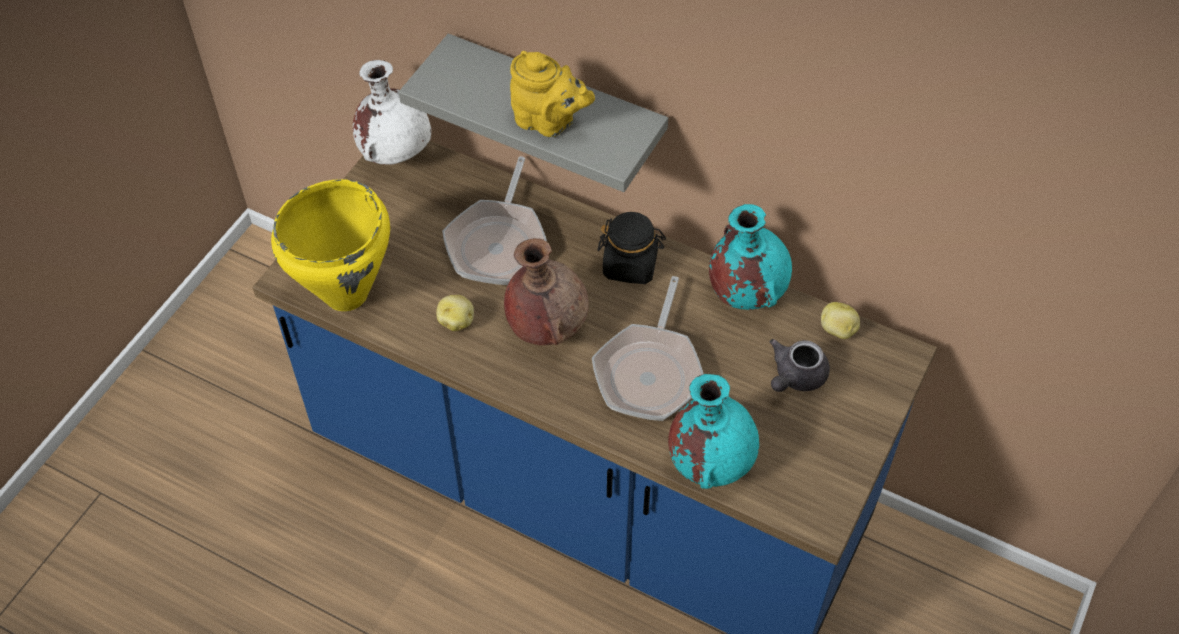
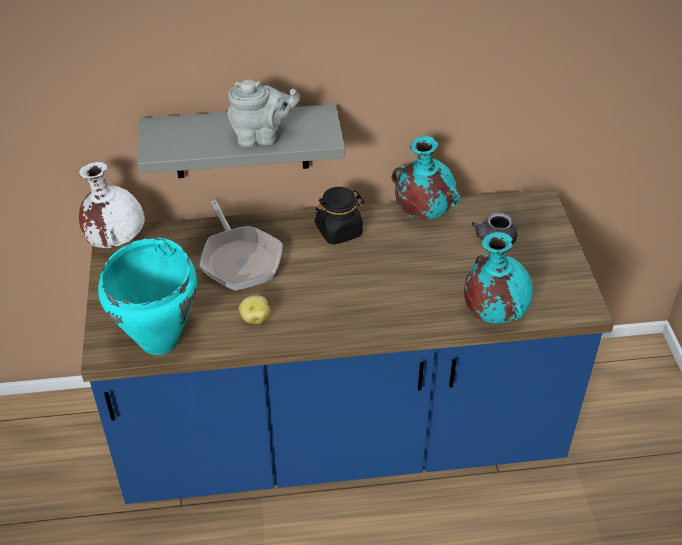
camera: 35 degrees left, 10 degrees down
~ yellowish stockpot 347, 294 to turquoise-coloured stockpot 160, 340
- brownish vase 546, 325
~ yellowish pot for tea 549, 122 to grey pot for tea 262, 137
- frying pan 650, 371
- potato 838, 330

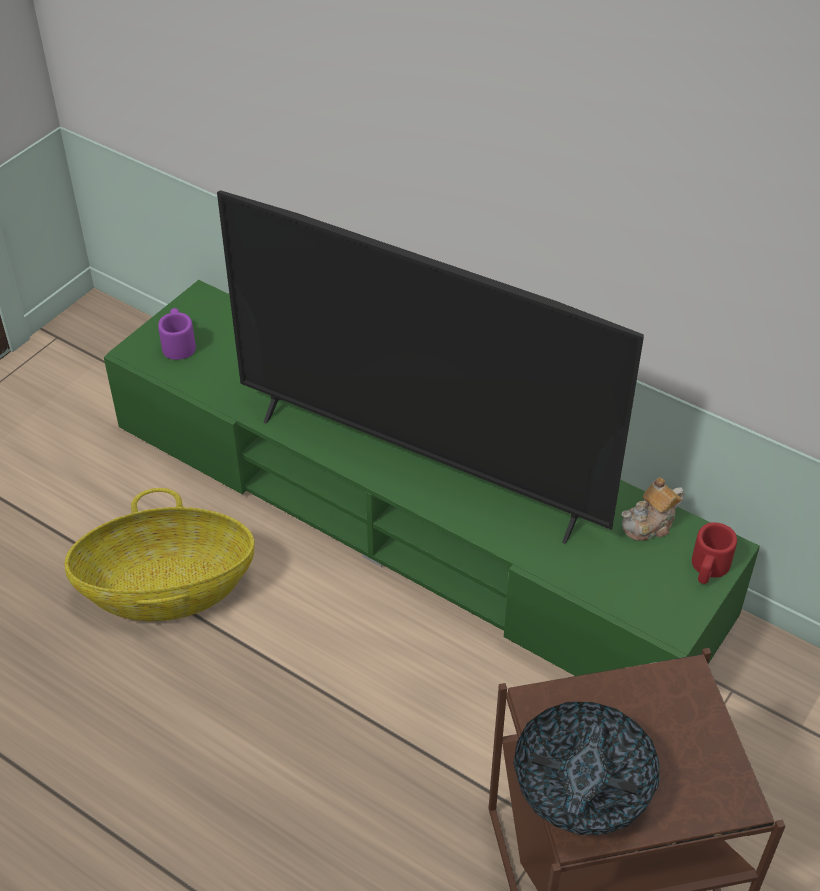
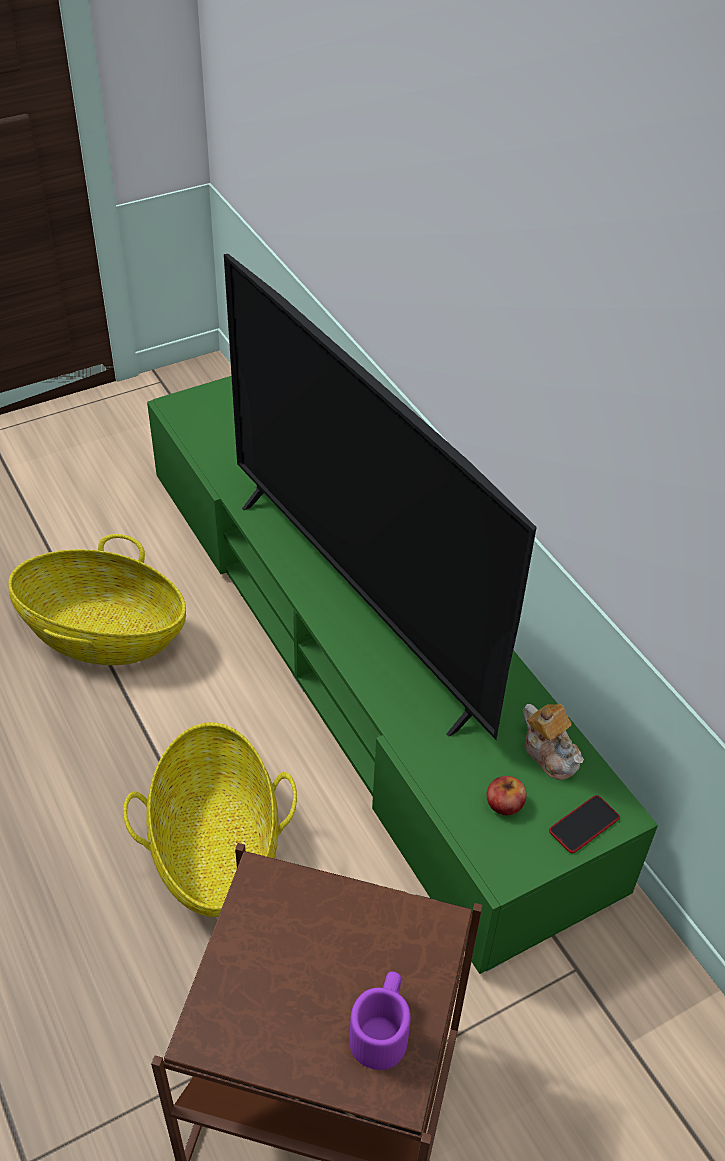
camera: 25 degrees right, 0 degrees up
~ purplish coffee mug 178, 344 to 382, 1029
- serving bowl 582, 789
~ pot for tea 650, 525 = 550, 753 120 degrees counterclockwise
~ red coffee mug 708, 568 to phone 584, 825
+ household basket 215, 846
+ apple 504, 803

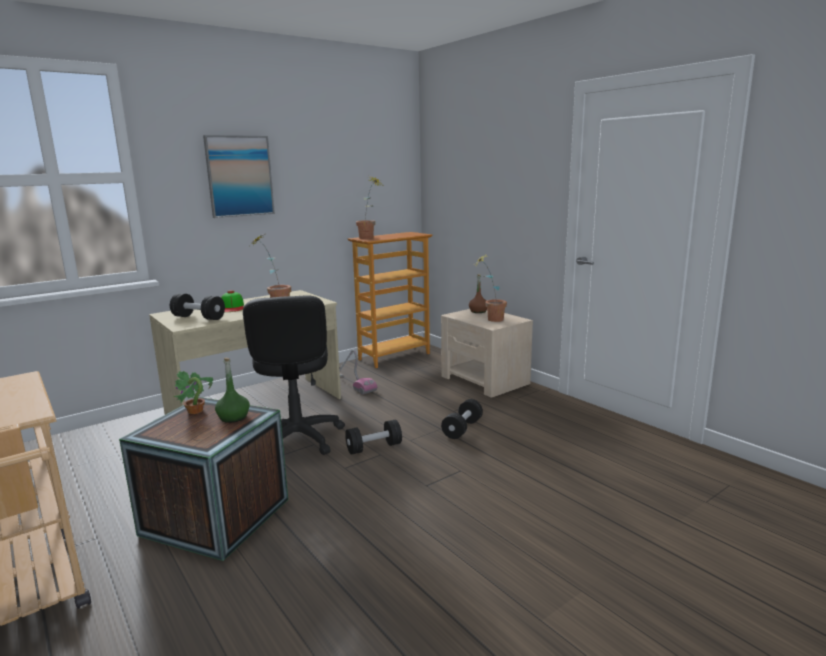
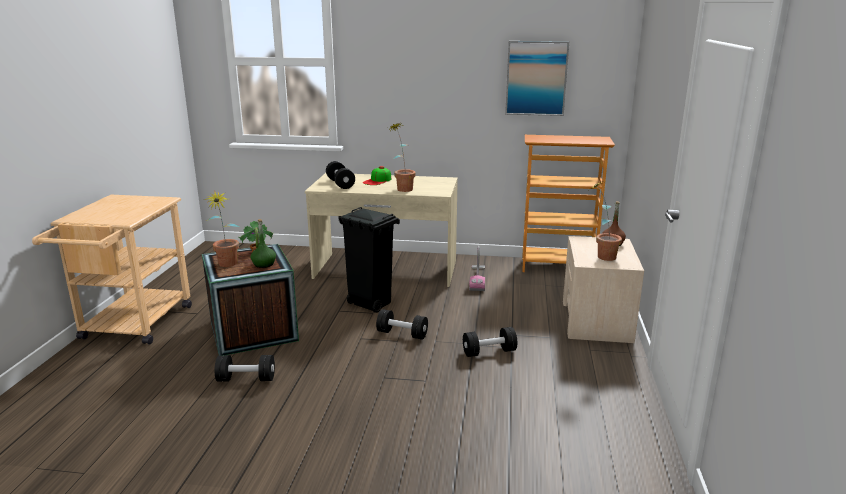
camera: 45 degrees right, 5 degrees up
~ picture 239, 176 to 536, 78
~ blackish computer chair 296, 438 to blackish waste bin 370, 304
~ plant in a pot 369, 238 to 226, 265
+ blackish free weight 246, 379

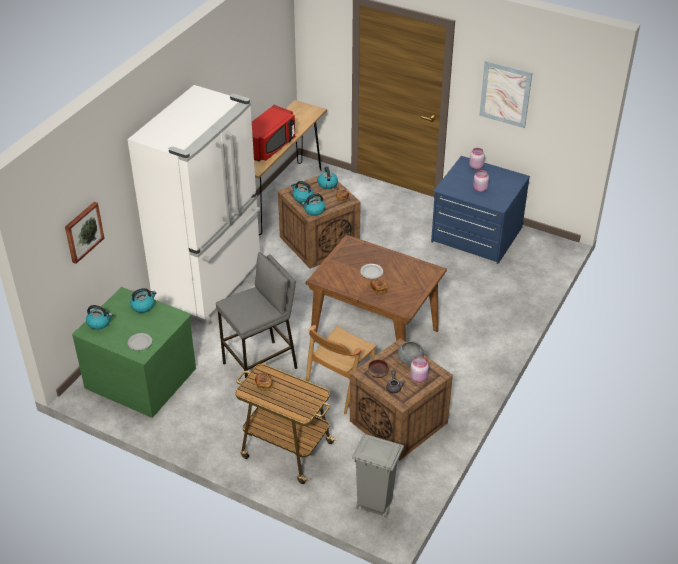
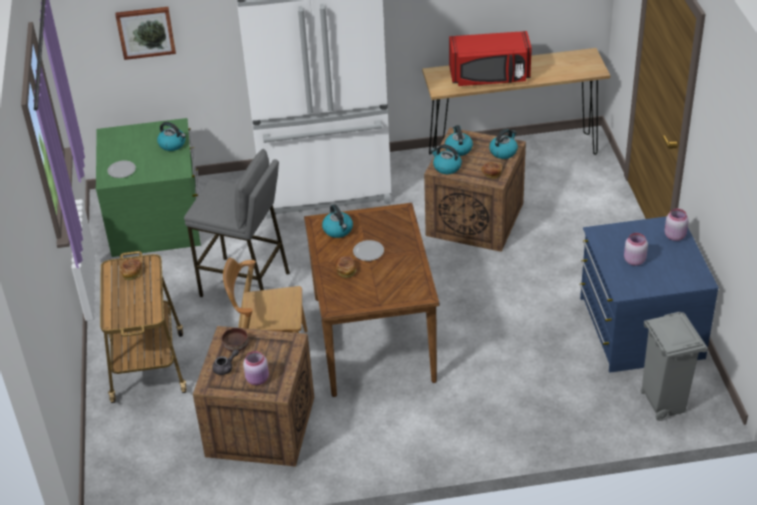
camera: 55 degrees right, 0 degrees up
~ kettle 99, 323 to 338, 230
~ grey waste bin 374, 504 to 663, 404
- grey serving bowl 410, 360
- picture 505, 94

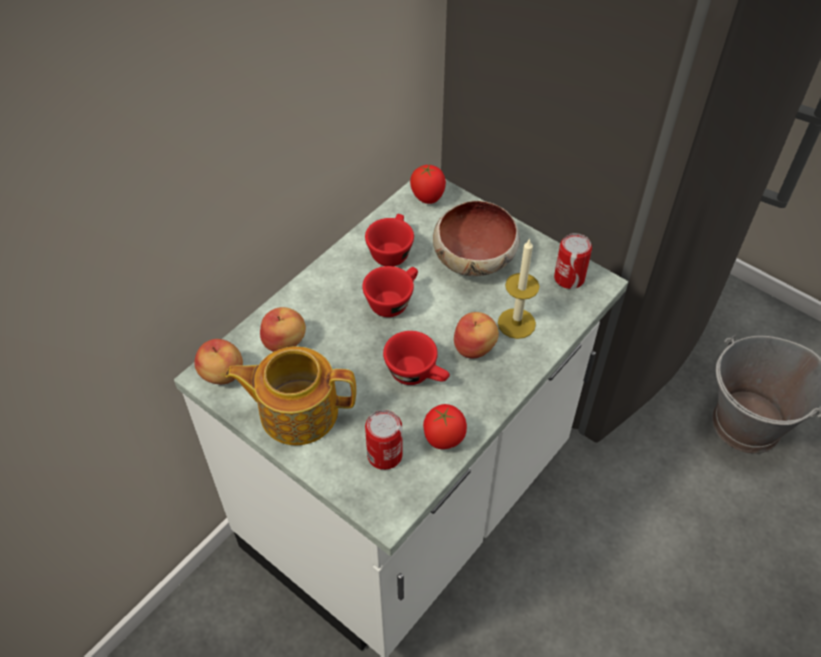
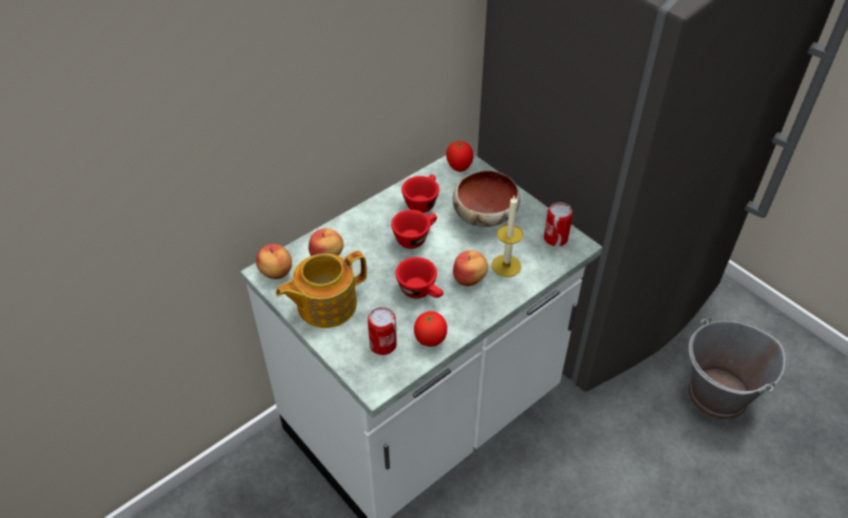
camera: 10 degrees right, 5 degrees down
~ pot for tea 297, 410 = 325, 305 45 degrees counterclockwise

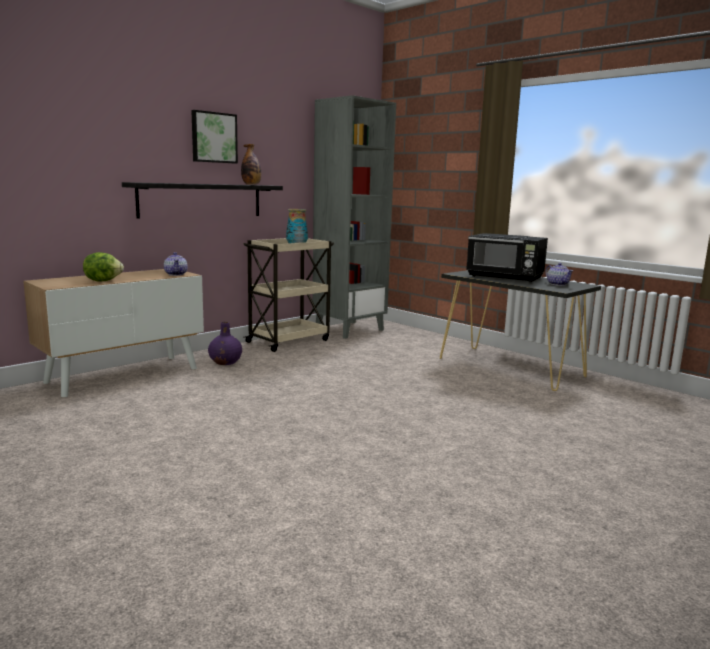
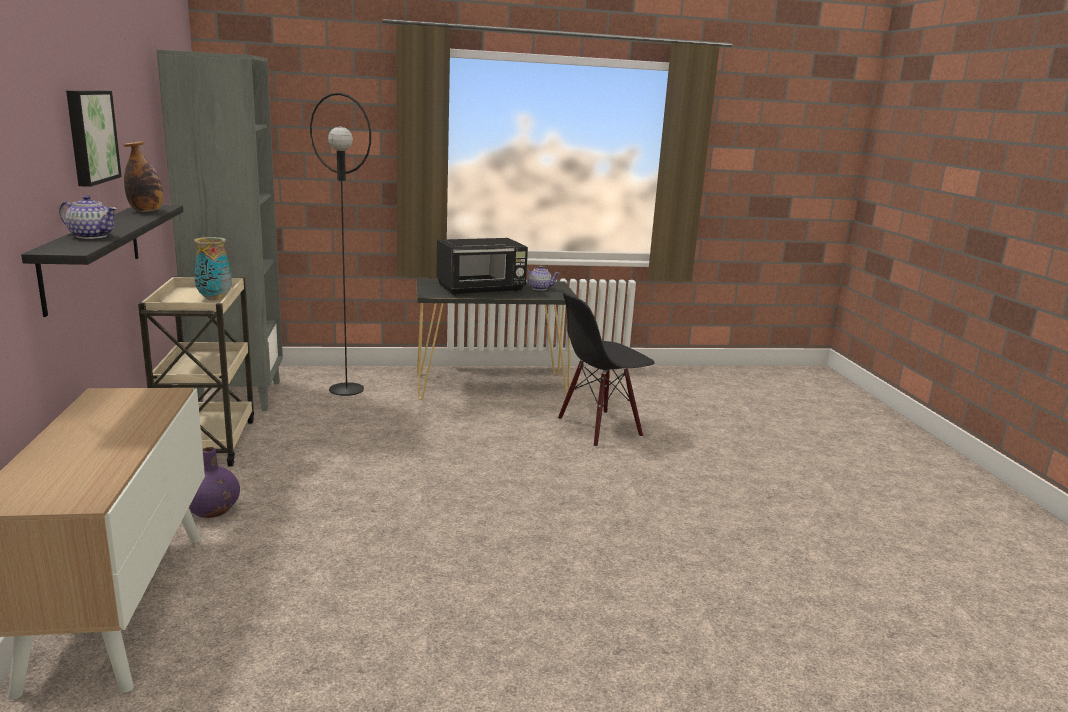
camera: 55 degrees left, 5 degrees up
- head of lettuce 103, 281
~ pot for tea 176, 274 to 91, 236
+ blackish standard lamp 346, 389
+ blackish upright chair 599, 428

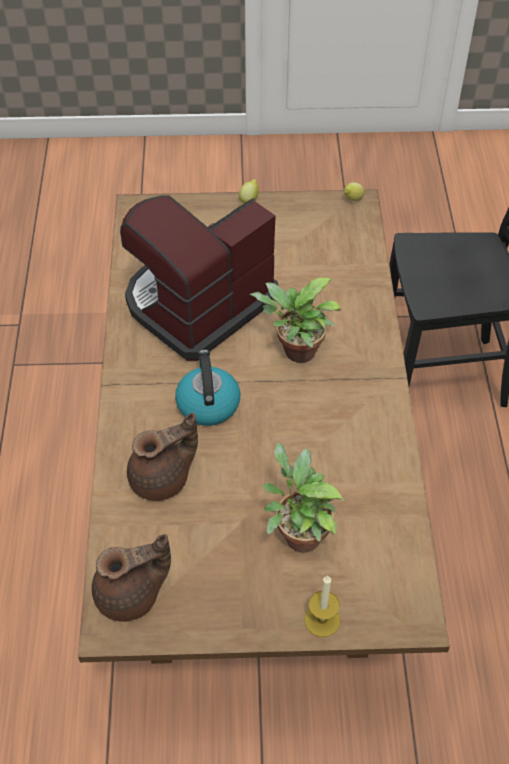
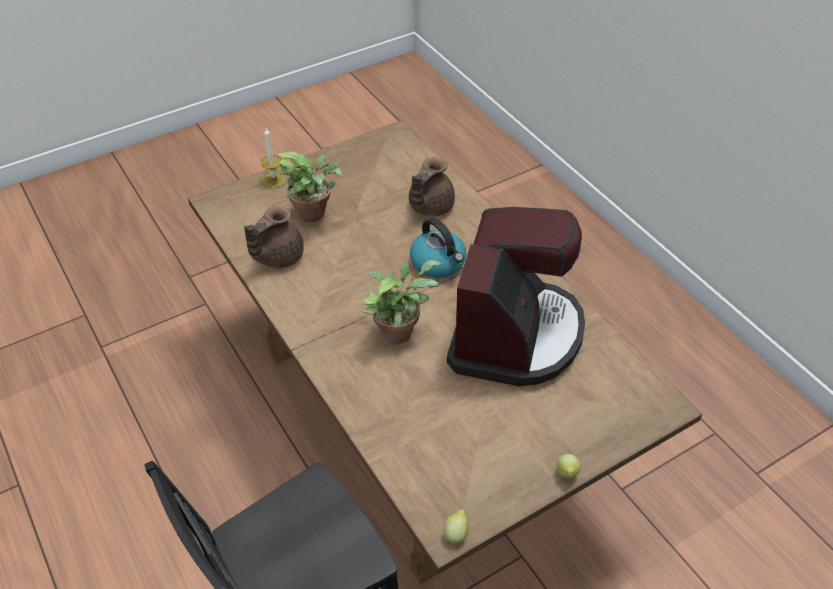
camera: 150 degrees right, 5 degrees down
~ brownish pot for tea 131, 595 to 277, 257

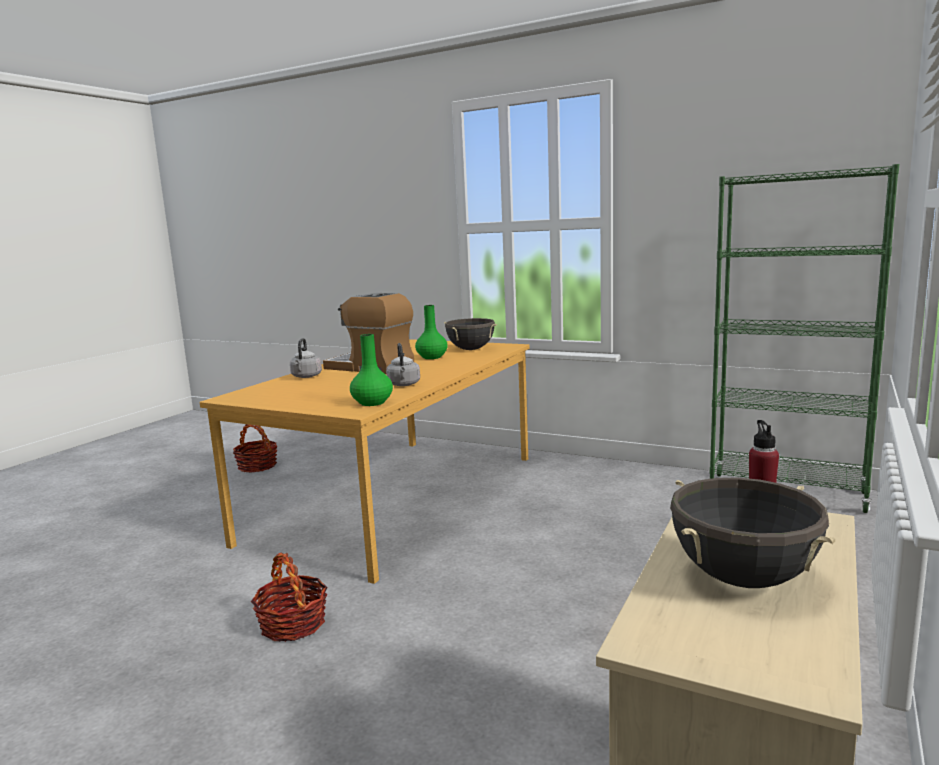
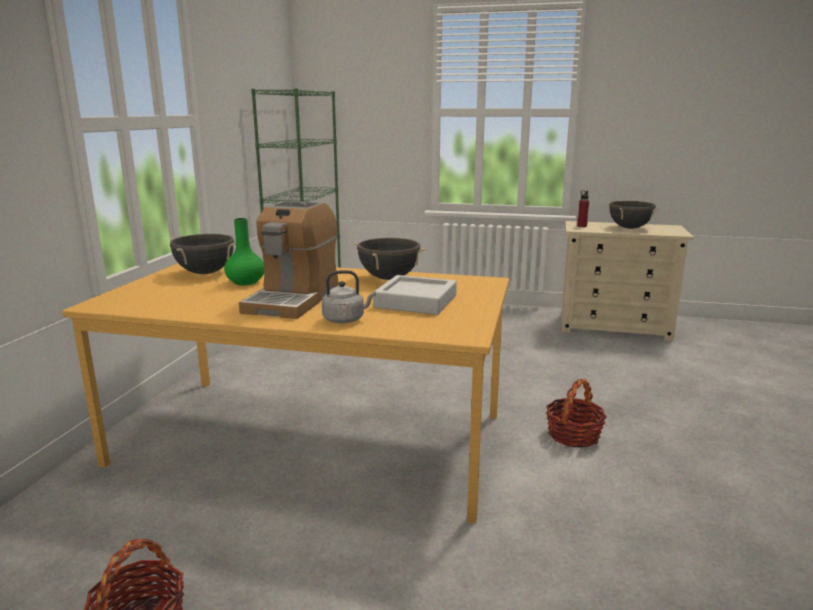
camera: 105 degrees left, 5 degrees up
- green vase 373, 403
~ grey kettle 404, 385 to blackish stockpot 389, 278
+ grey carrying tray 416, 301

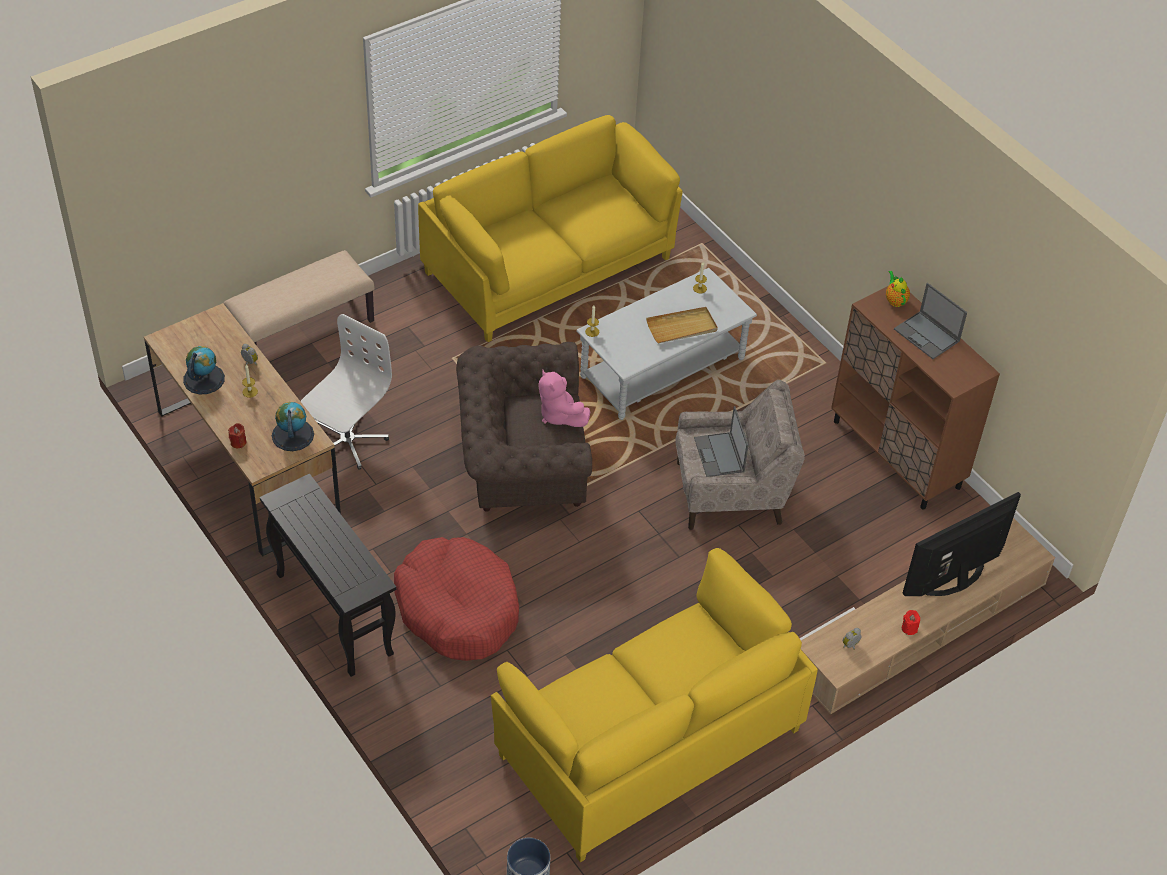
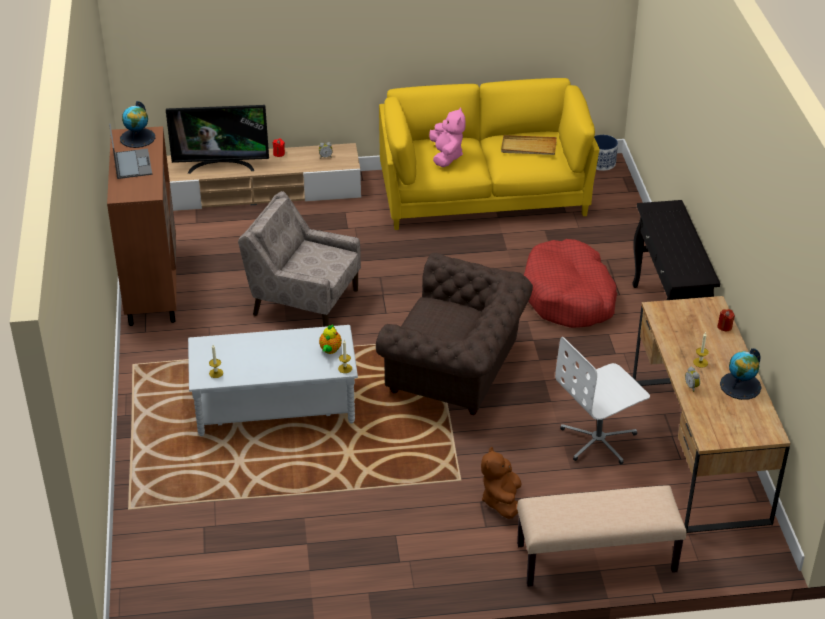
camera: 150 degrees left, 10 degrees down
~ world globe 292, 435 to 137, 138
- yellowish couch 548, 266
~ pink soft toy 559, 415 to 446, 156
~ beige-coloured carrying tray 682, 327 to 528, 147
- portable computer 719, 455
~ pot for tea 895, 300 to 330, 350
+ brownish soft toy 502, 501

